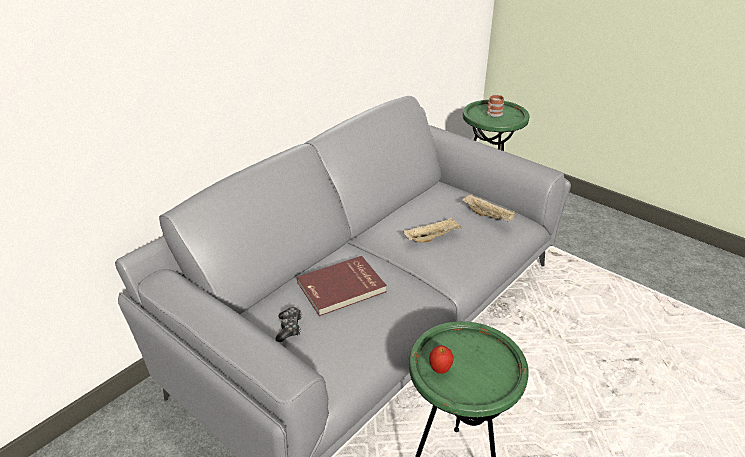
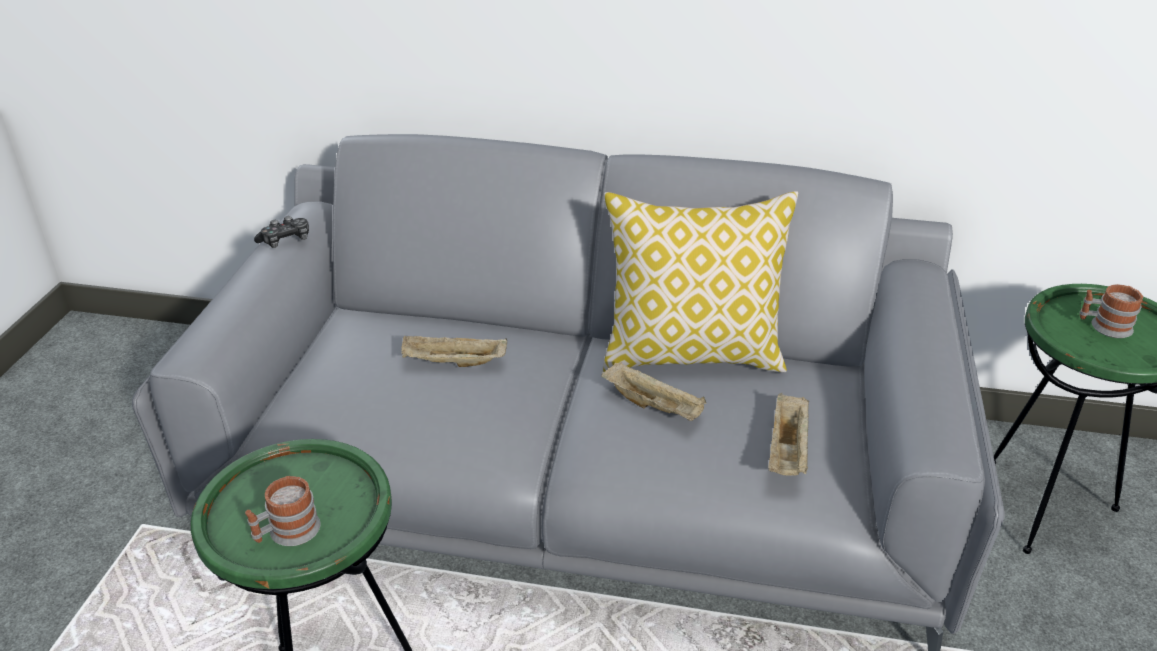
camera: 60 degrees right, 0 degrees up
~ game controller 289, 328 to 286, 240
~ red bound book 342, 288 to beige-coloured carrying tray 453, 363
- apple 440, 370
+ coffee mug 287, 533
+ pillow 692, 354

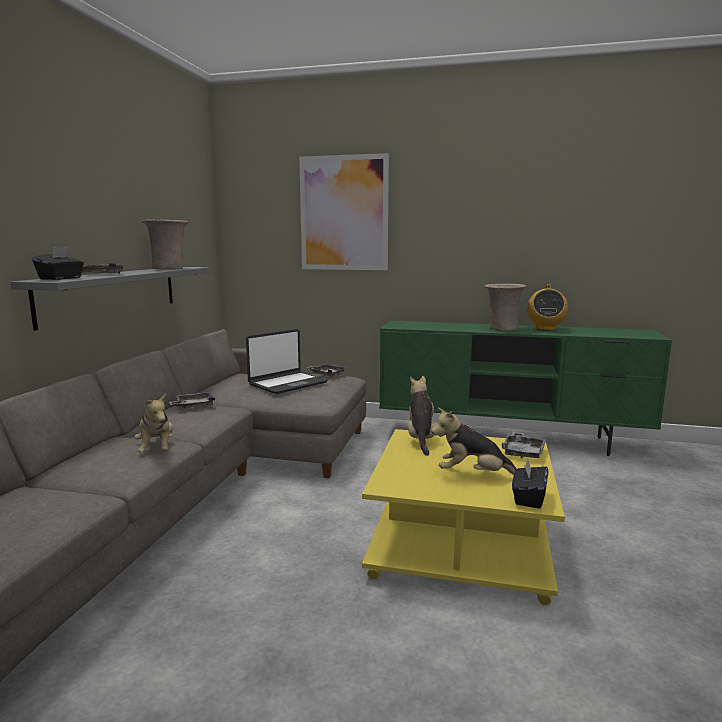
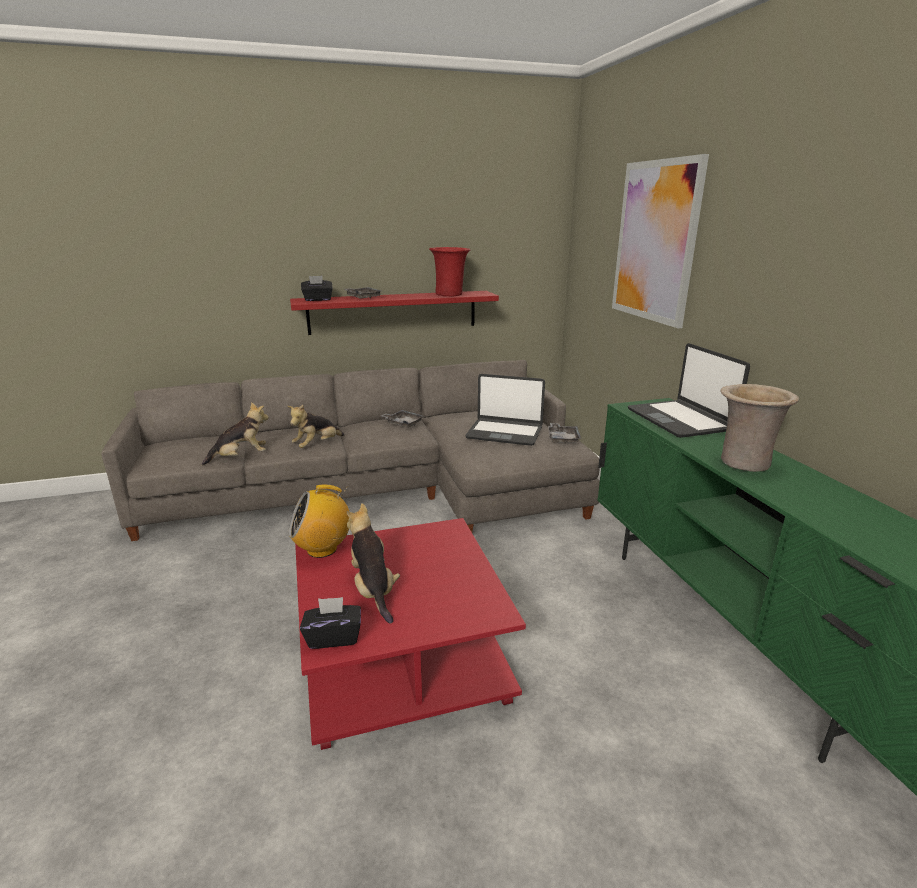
camera: 60 degrees right, 10 degrees up
~ grey shelf 112, 293 to red shelf 393, 312
~ beige-coloured vase 168, 269 to red vase 450, 294
~ yellowish low table 458, 542 to red low table 403, 655
~ soft toy 421, 439 to 241, 457
- grey carrying tray 523, 452
~ radio 545, 328 to 322, 549
+ portable computer 680, 420

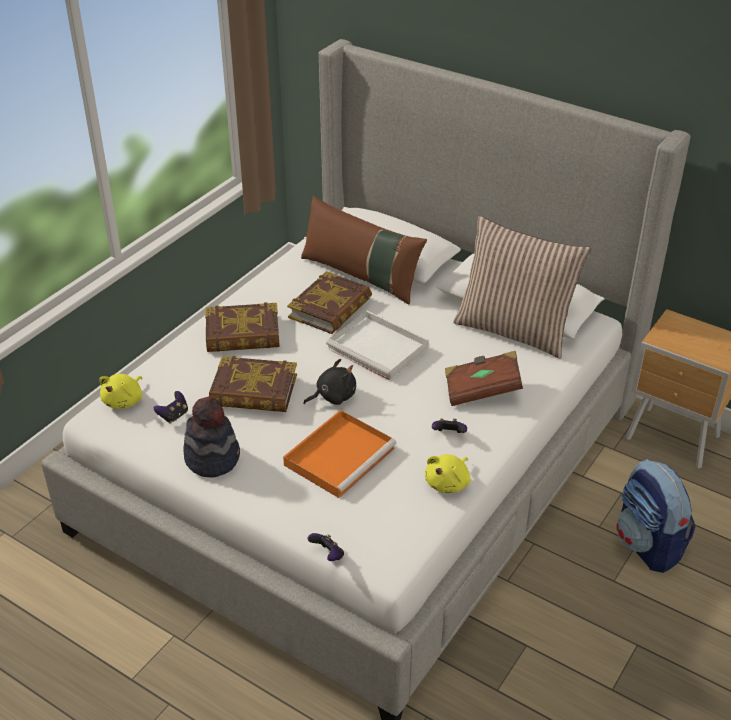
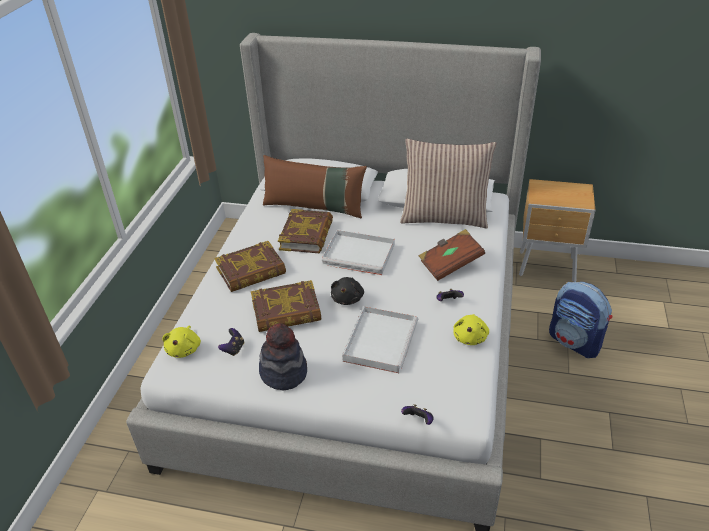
camera: 20 degrees left, 0 degrees up
~ orangey carrying tray 340, 455 to whitish carrying tray 380, 340
~ blackish soft toy 333, 396 = 348, 298 150 degrees clockwise

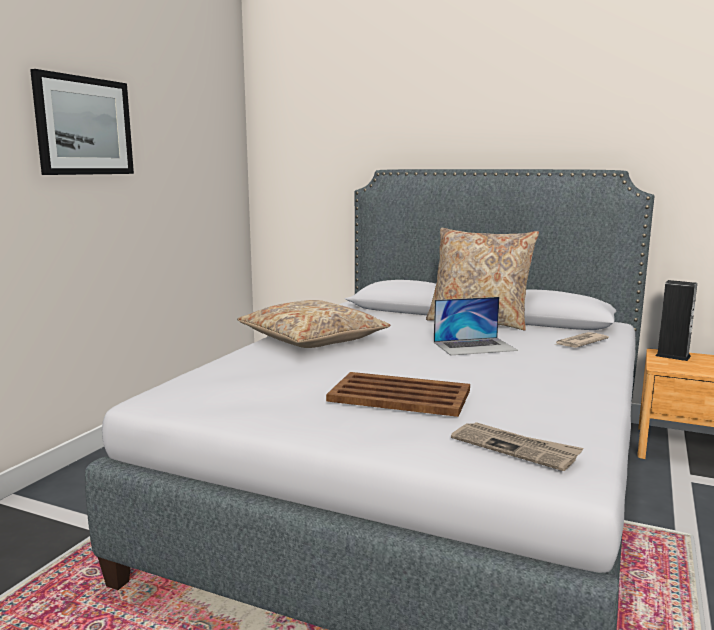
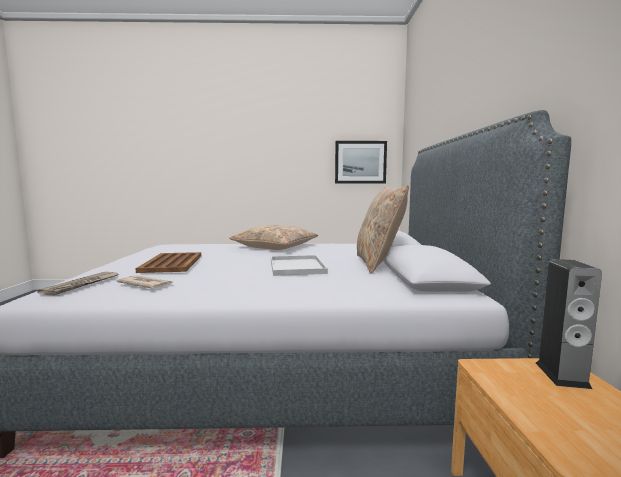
camera: 65 degrees right, 5 degrees down
~ picture 84, 126 to 360, 162
~ portable computer 475, 346 to whitish carrying tray 297, 267
~ printed paper 579, 343 to 145, 284

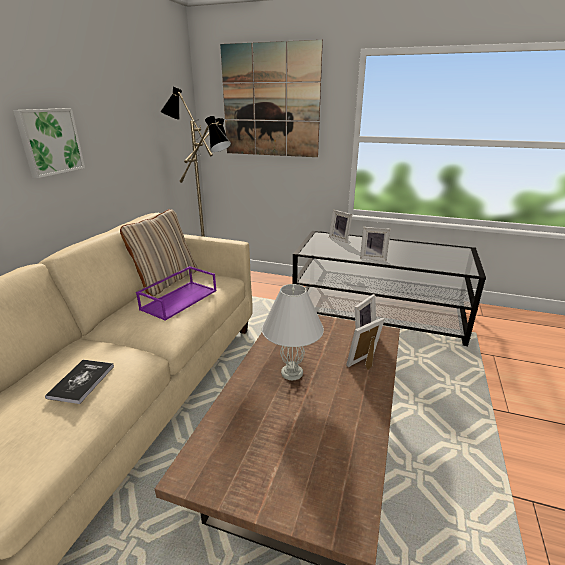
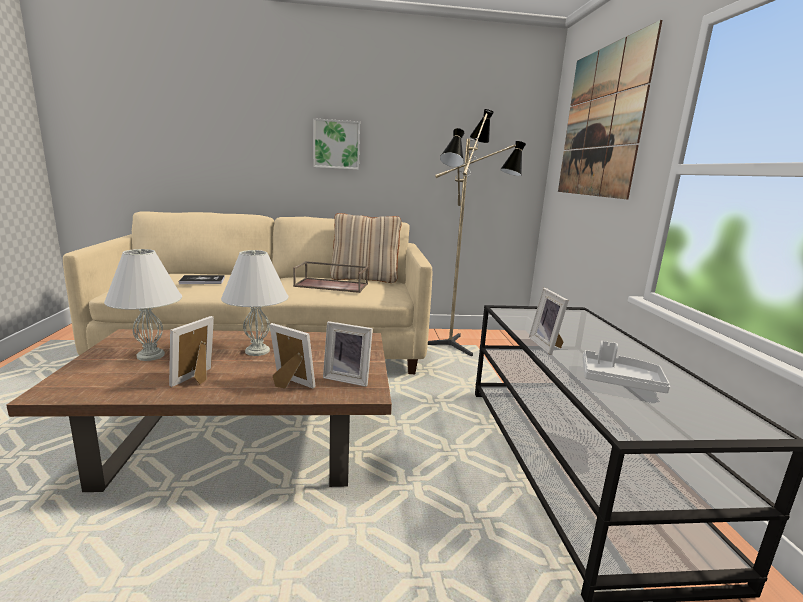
camera: 65 degrees right, 10 degrees down
~ purplish carrying tray 179, 299 to brownish carrying tray 332, 285
~ picture frame 340, 239 to 197, 379
+ whitish table lamp 150, 355
+ grey carrying tray 619, 381

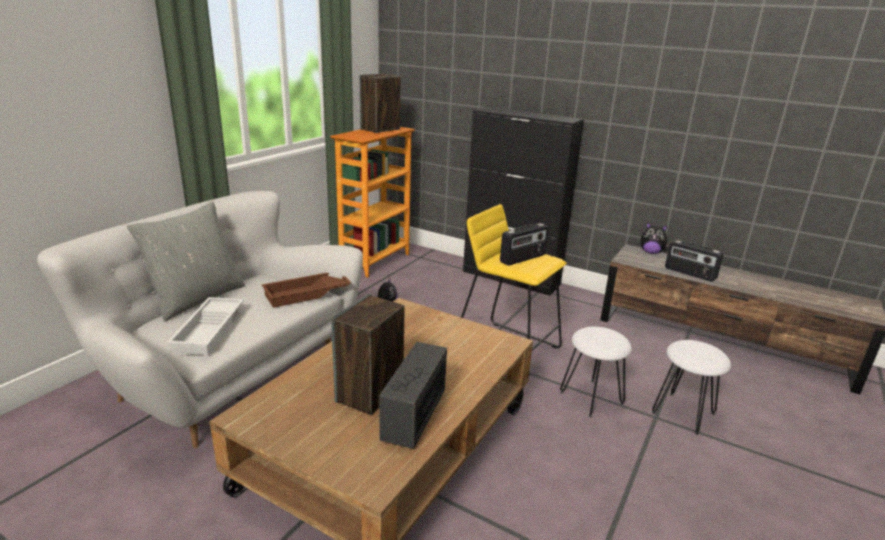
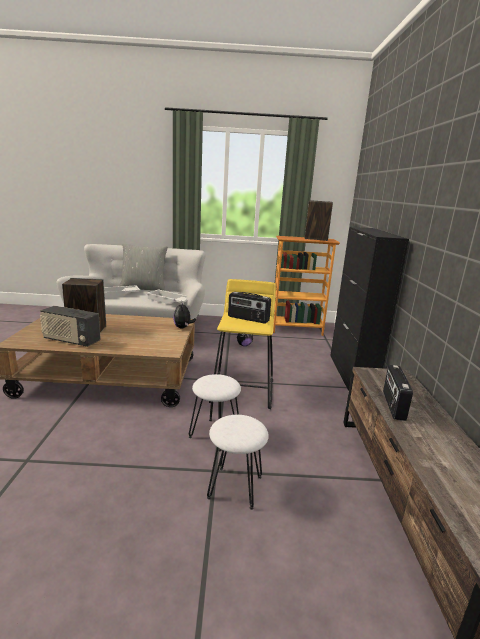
camera: 60 degrees right, 5 degrees down
~ brownish carrying tray 307, 294 to whitish carrying tray 168, 301
~ radio 413, 416 = 71, 341 150 degrees counterclockwise
~ soft toy 651, 252 to 183, 327

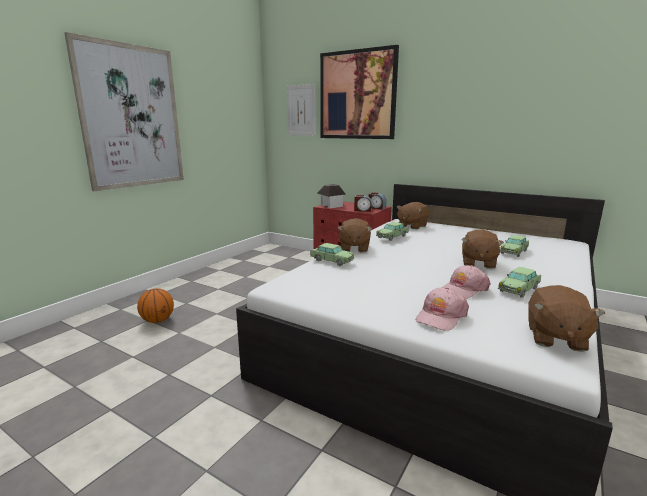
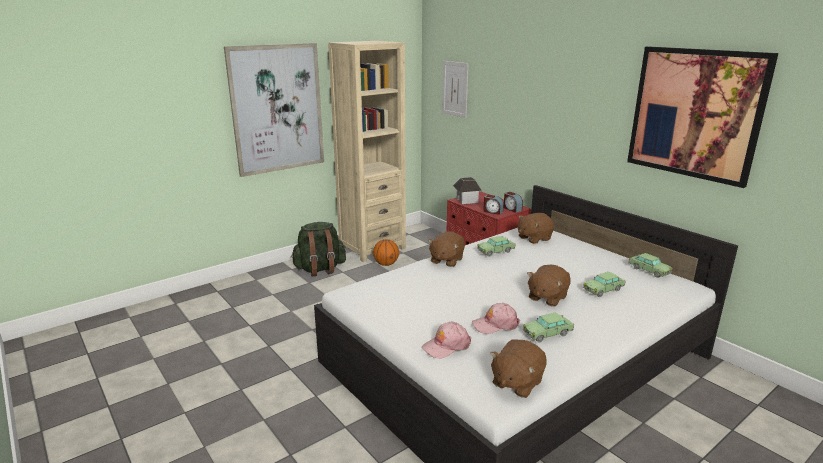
camera: 20 degrees right, 5 degrees up
~ basketball 158, 320 to 386, 264
~ miniature car 331, 261 to 649, 270
~ picture 357, 95 to 695, 113
+ green knapsack 320, 269
+ beige-coloured bookshelf 372, 248

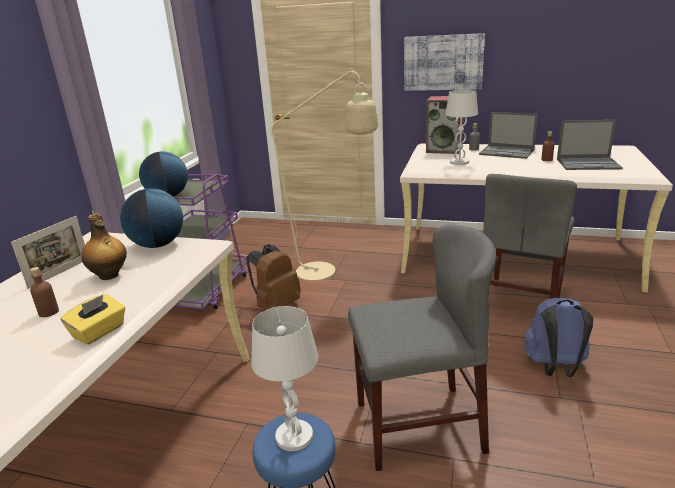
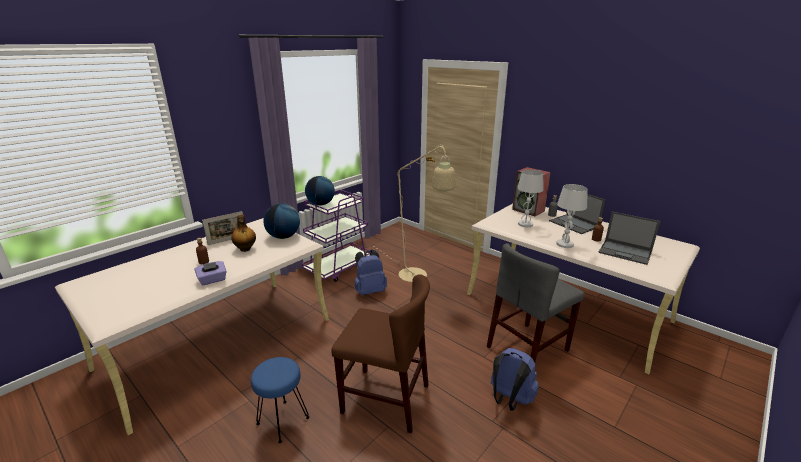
camera: 25 degrees right, 0 degrees up
~ yellowish tissue holder 99, 332 to purplish tissue holder 212, 280
~ brownish knapsack 276, 305 to bluish knapsack 370, 291
~ whitish table lamp 294, 436 to 564, 244
~ grey upright chair 418, 426 to brownish upright chair 385, 399
- picture 443, 62

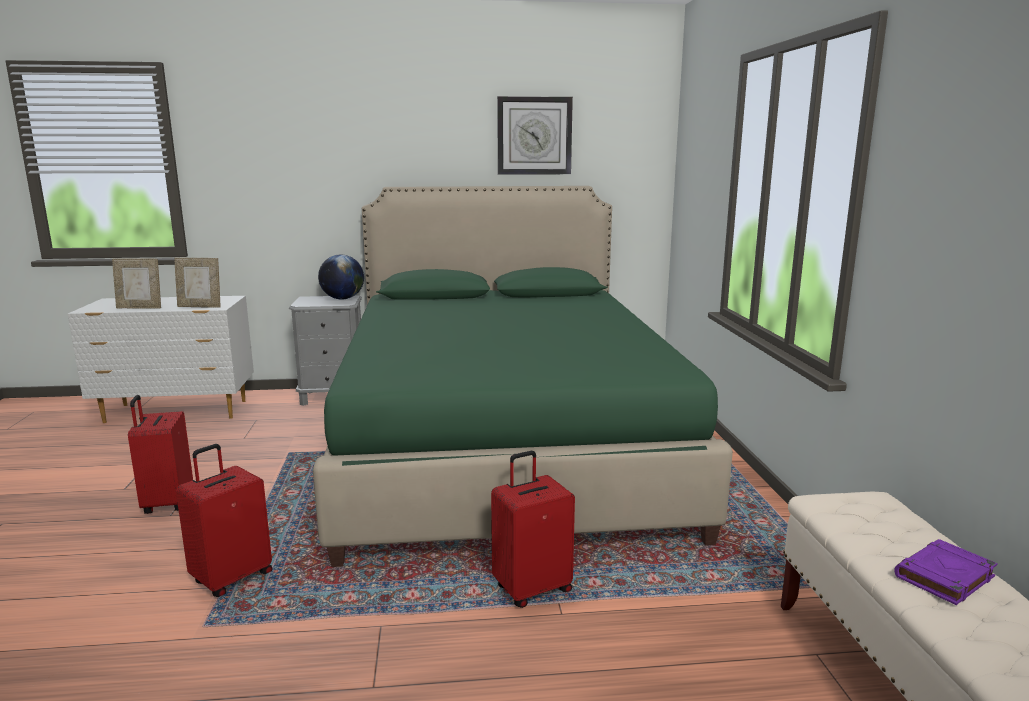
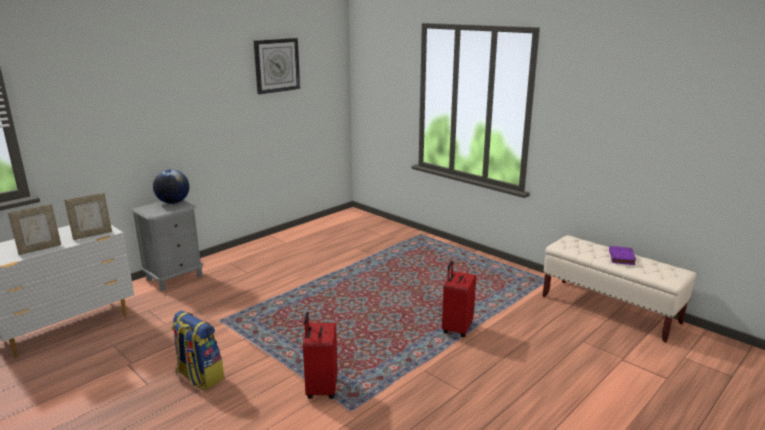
camera: 40 degrees left, 5 degrees up
~ red piece of luggage 167, 503 to knapsack 199, 377
- green bedroom bed 503, 448

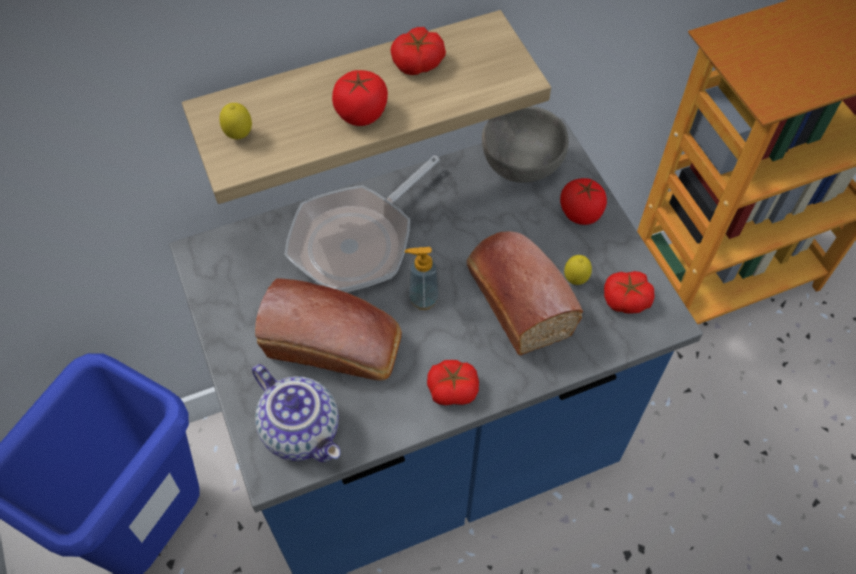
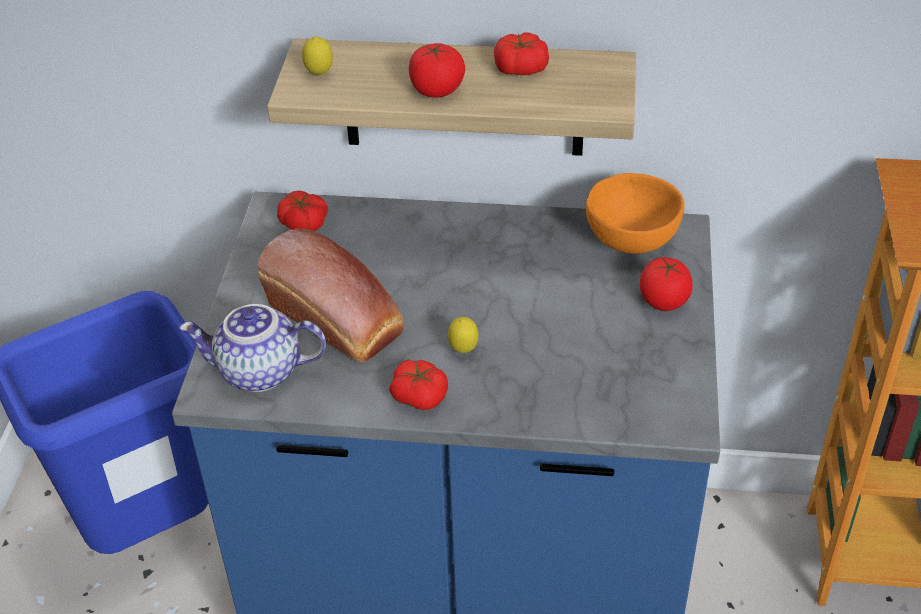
camera: 30 degrees right, 15 degrees down
~ pot for tea 303, 430 = 258, 373 105 degrees clockwise
- frying pan 357, 240
- soap bottle 423, 298
- bread 516, 299
~ grey serving bowl 520, 165 to orangey serving bowl 631, 239
~ lemon 575, 280 to 463, 350
~ fresh tomato 626, 299 to 303, 223

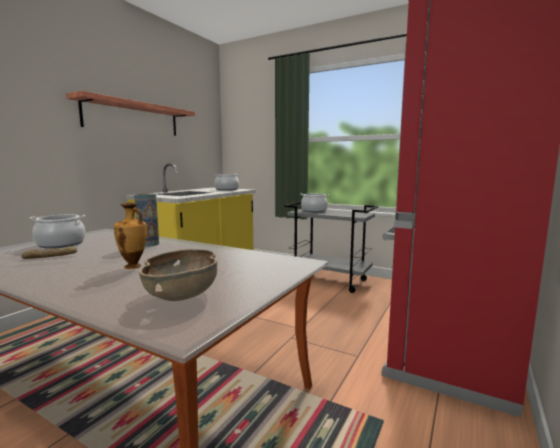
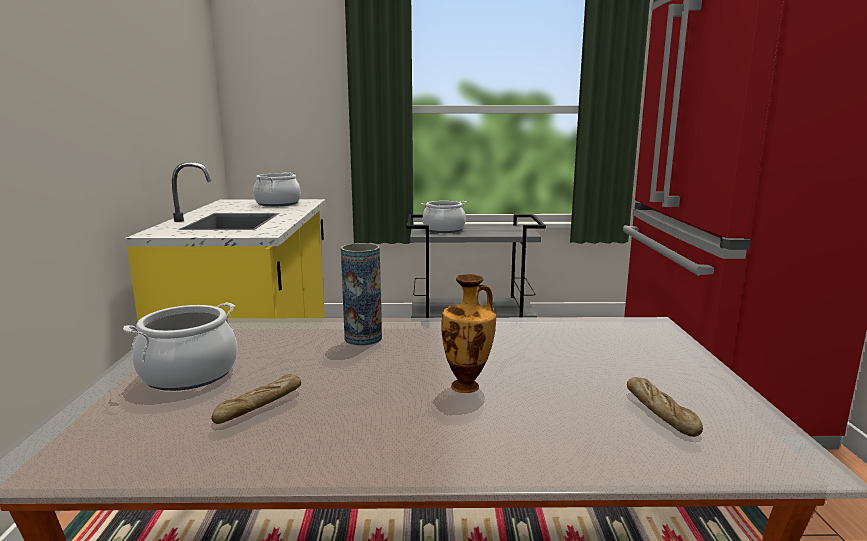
camera: 30 degrees left, 5 degrees up
- shelf 133, 118
~ brownish serving bowl 182, 295 to bread 661, 413

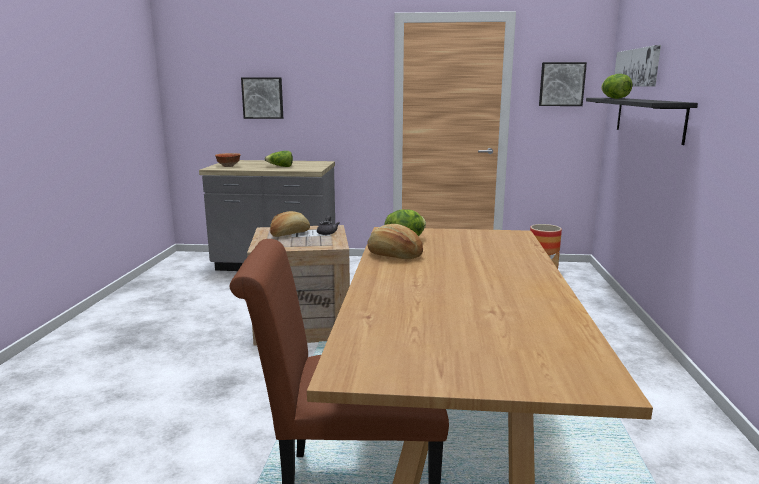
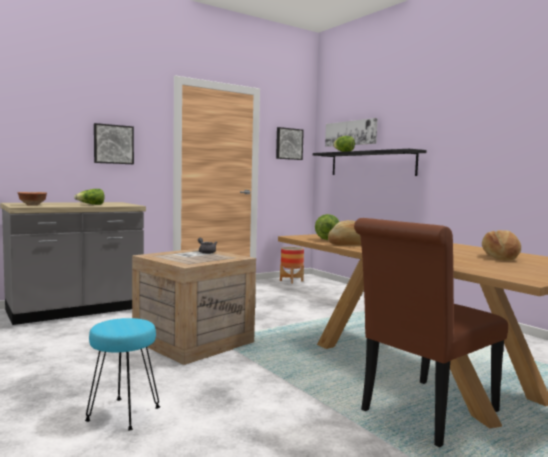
camera: 40 degrees left, 10 degrees down
~ picture 263, 98 to 113, 144
~ bread 290, 234 to 500, 257
+ turquoise-coloured stool 123, 413

